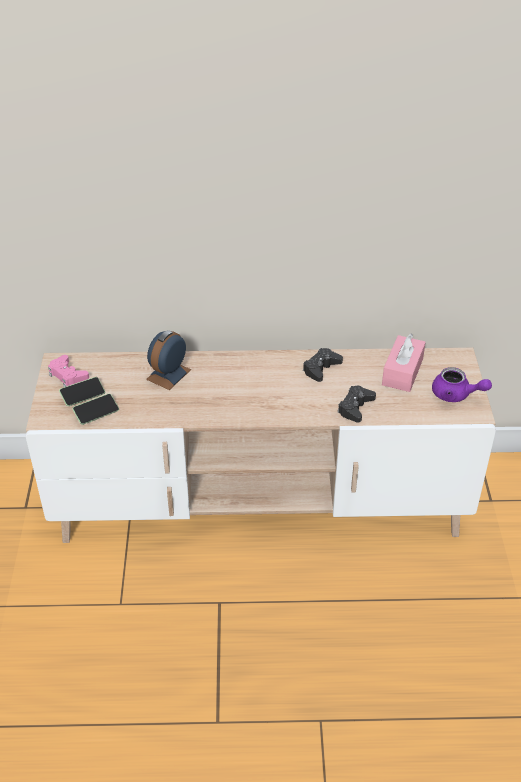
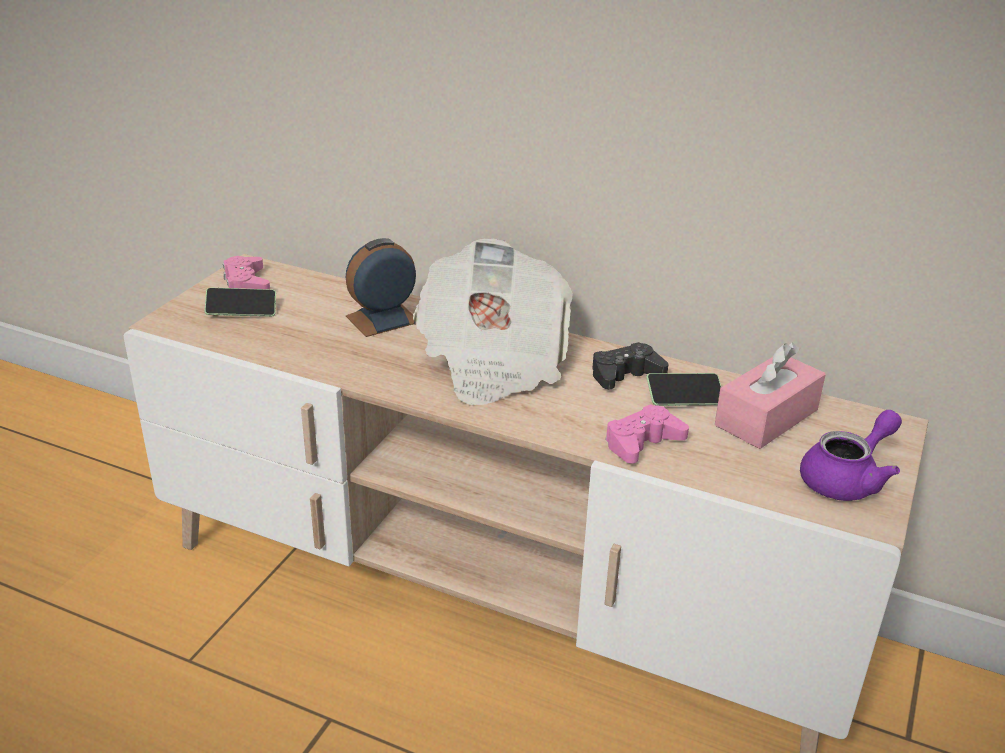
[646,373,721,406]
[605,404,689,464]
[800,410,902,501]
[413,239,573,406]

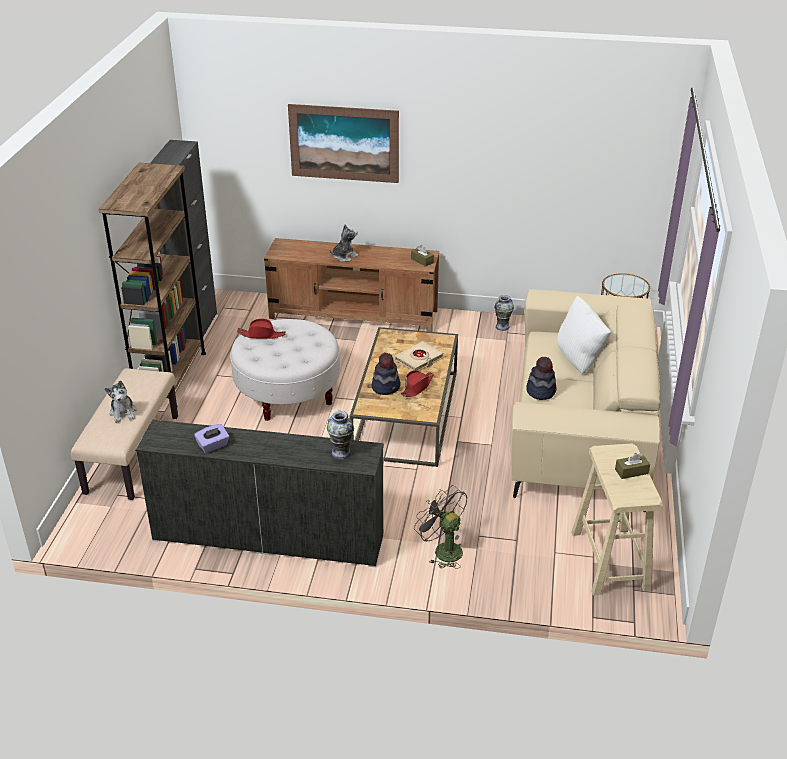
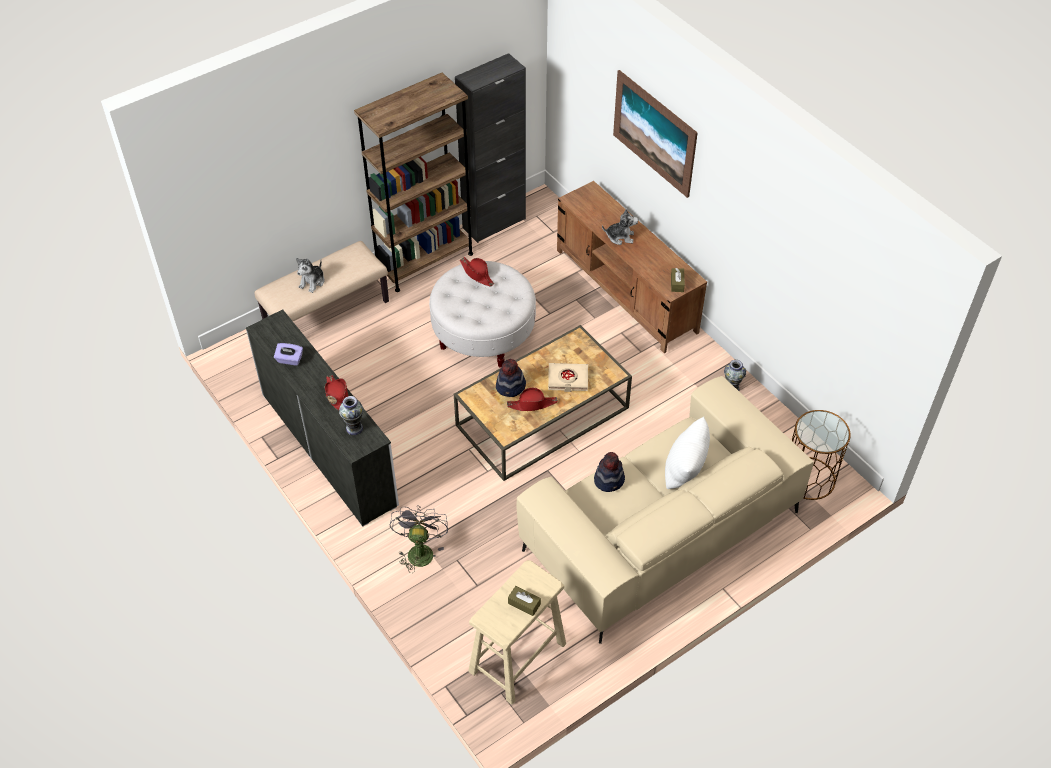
[325,375,348,411]

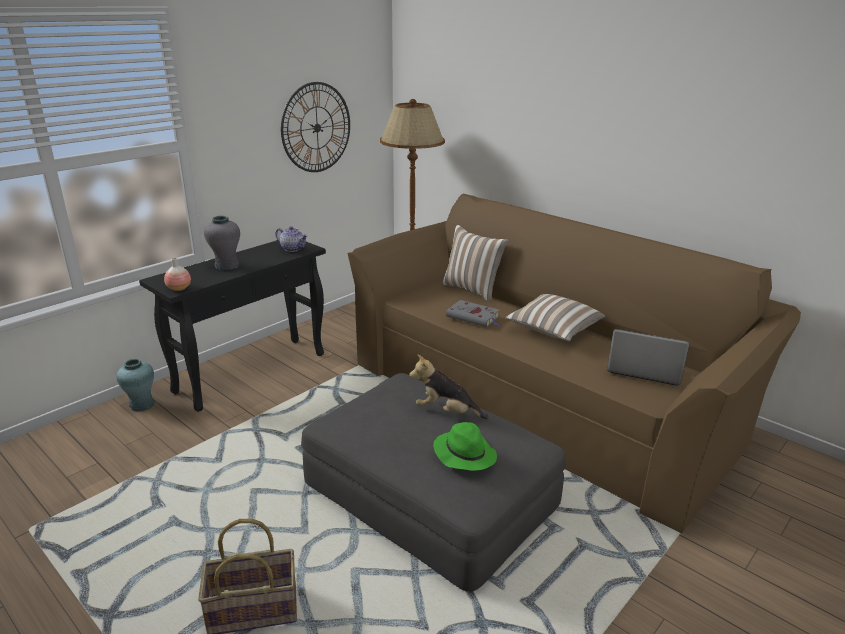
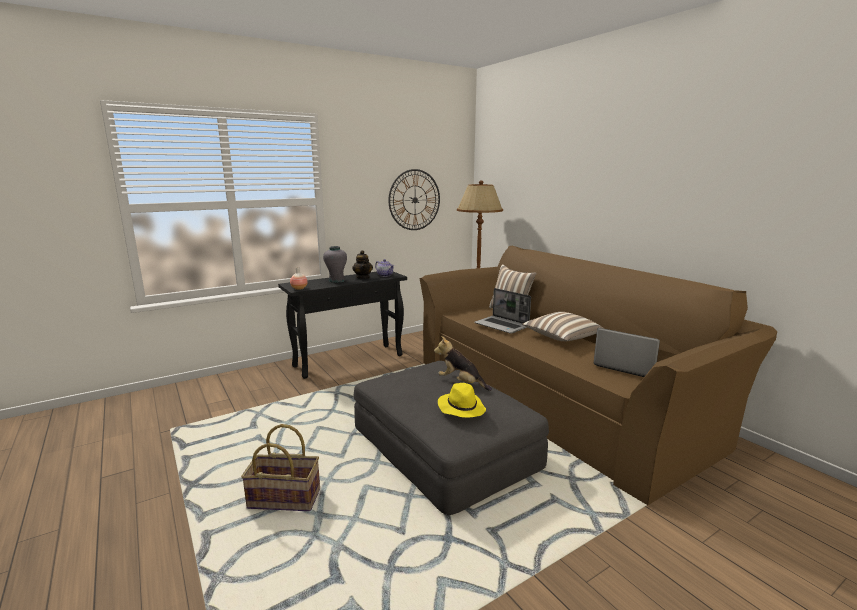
[116,359,154,411] (first image)
[438,383,486,418]
[474,288,531,334]
[352,250,373,279]

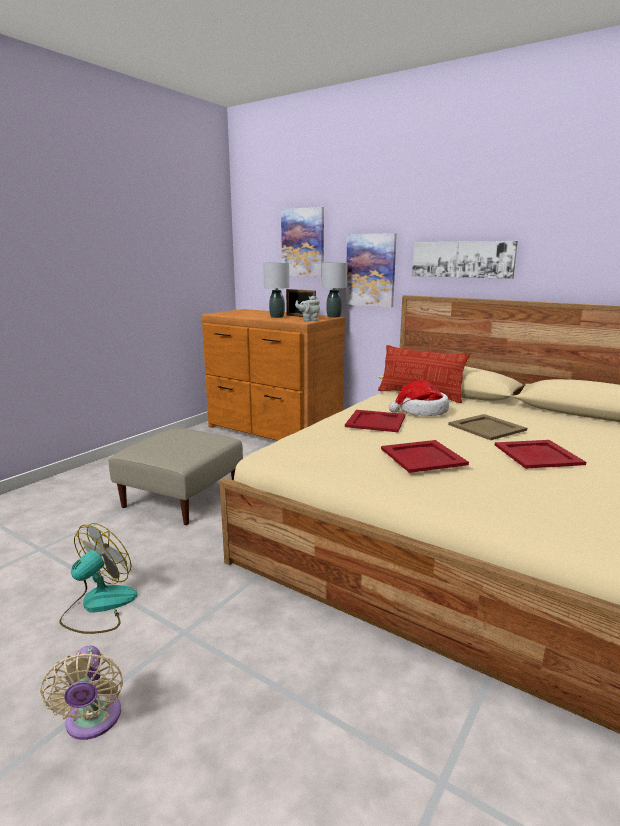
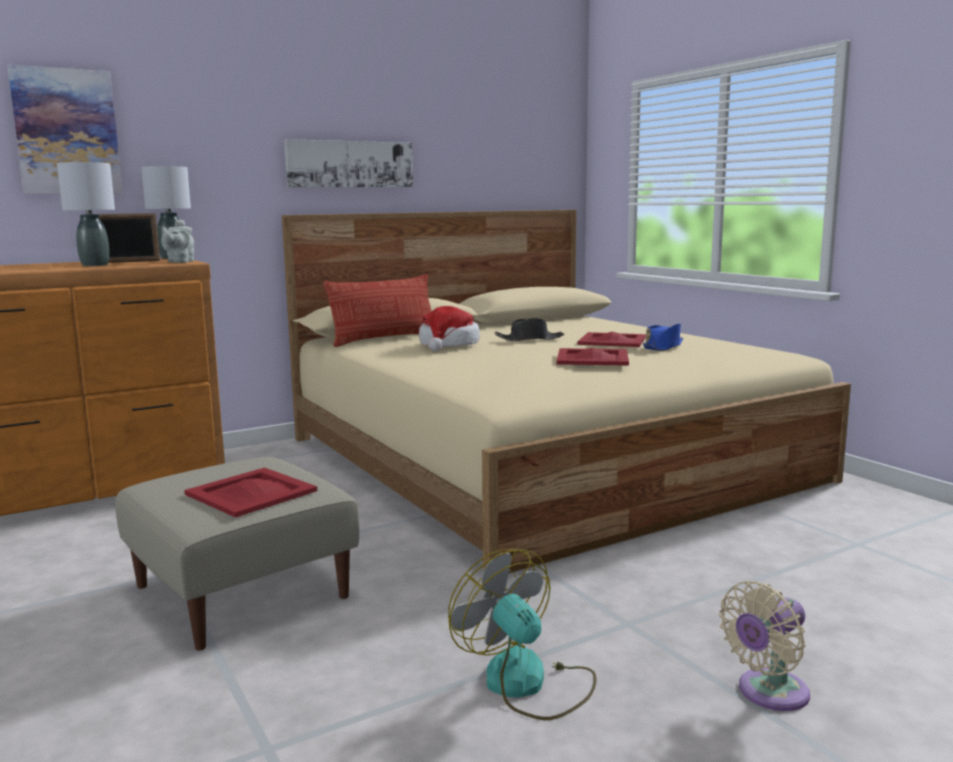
[719,581,810,711]
[184,468,317,518]
[346,233,397,307] (first image)
[495,318,564,341]
[643,324,683,351]

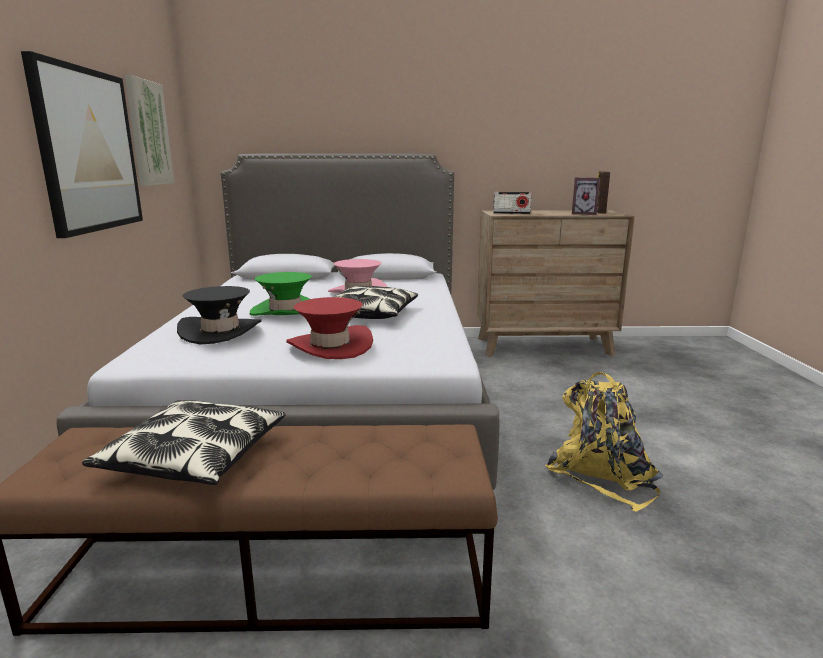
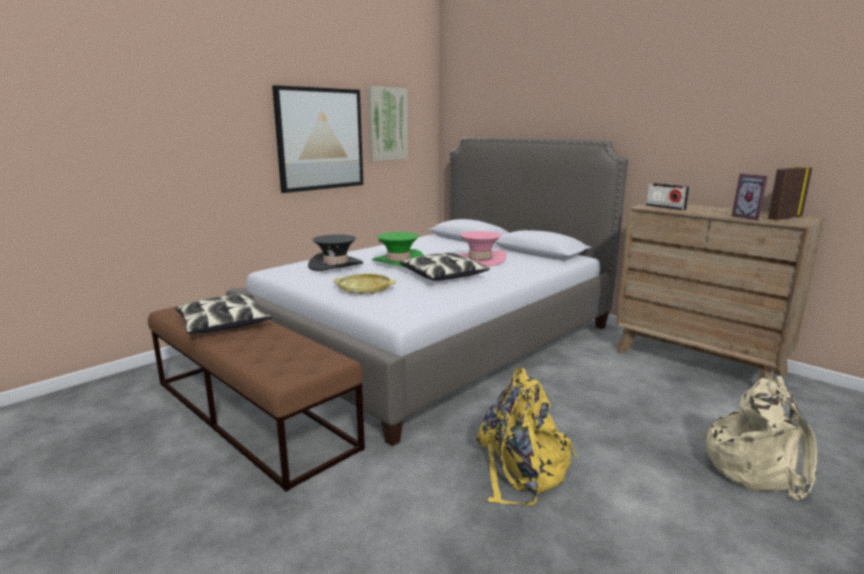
[333,274,396,295]
[700,376,817,501]

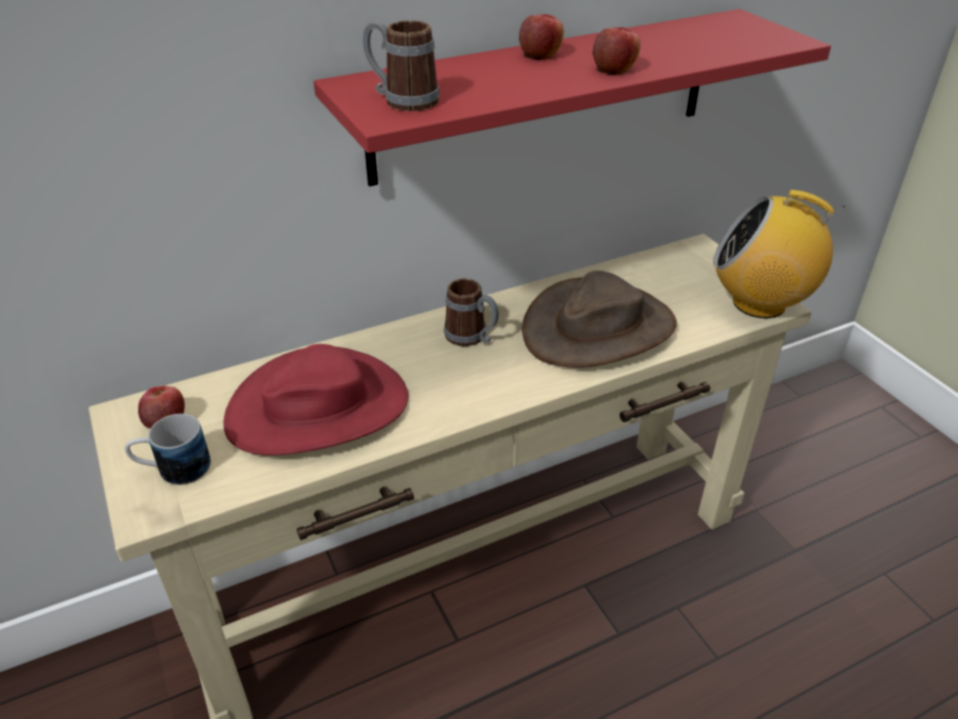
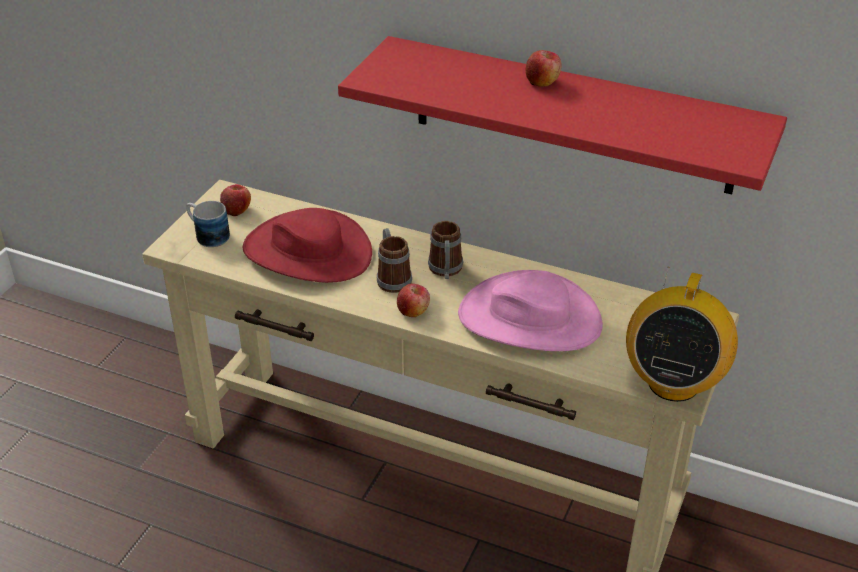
[377,228,412,293]
[458,270,603,351]
[397,283,430,317]
[626,267,738,402]

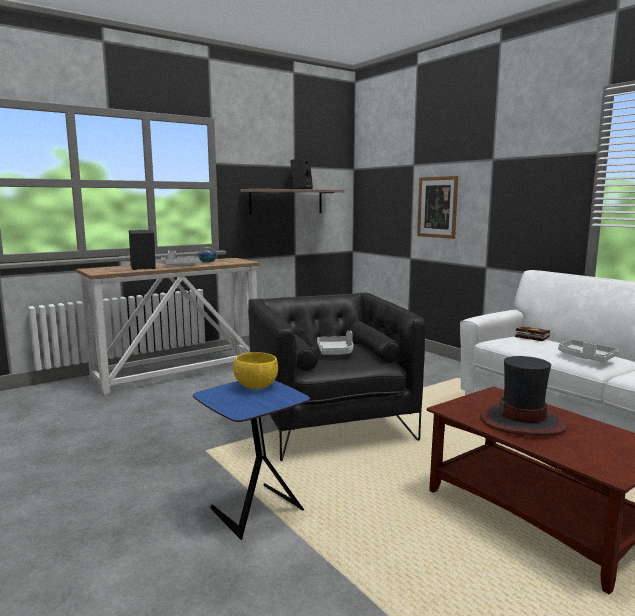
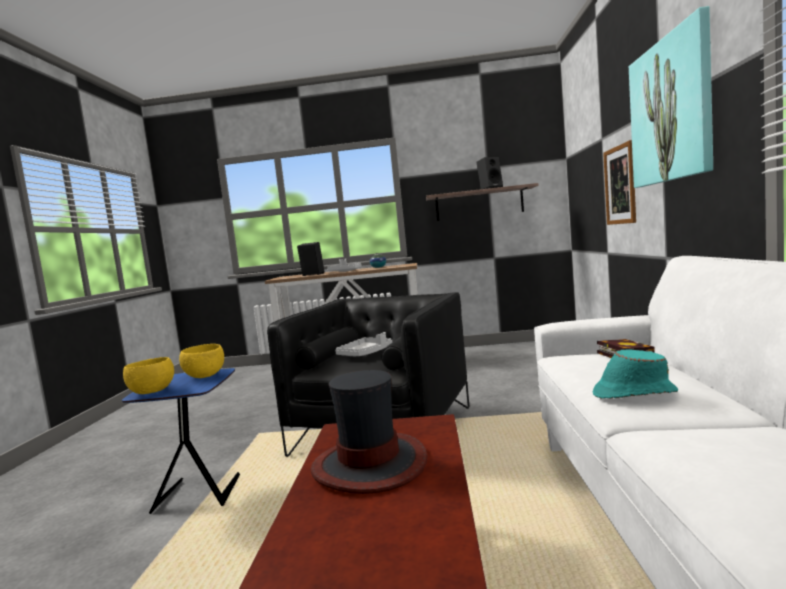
[593,350,678,399]
[123,357,174,394]
[629,6,713,188]

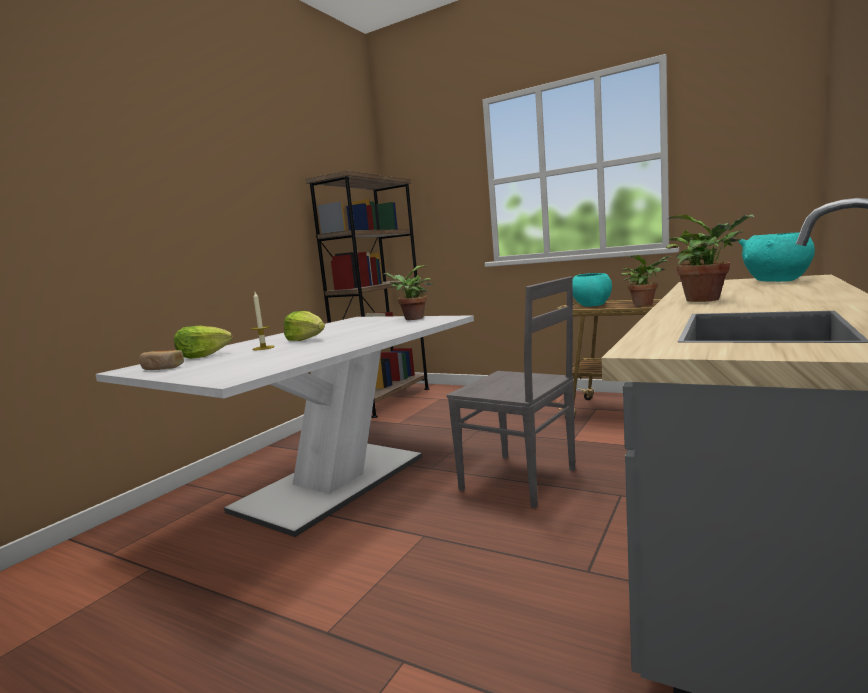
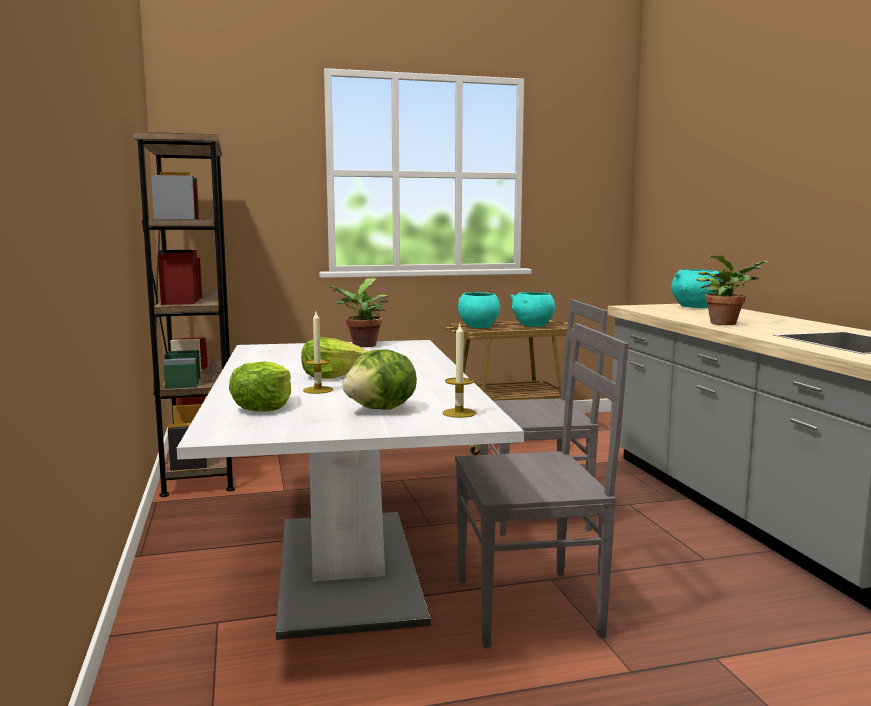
[139,350,184,370] (first image)
[510,292,555,327]
[342,349,417,409]
[442,324,476,418]
[455,323,629,648]

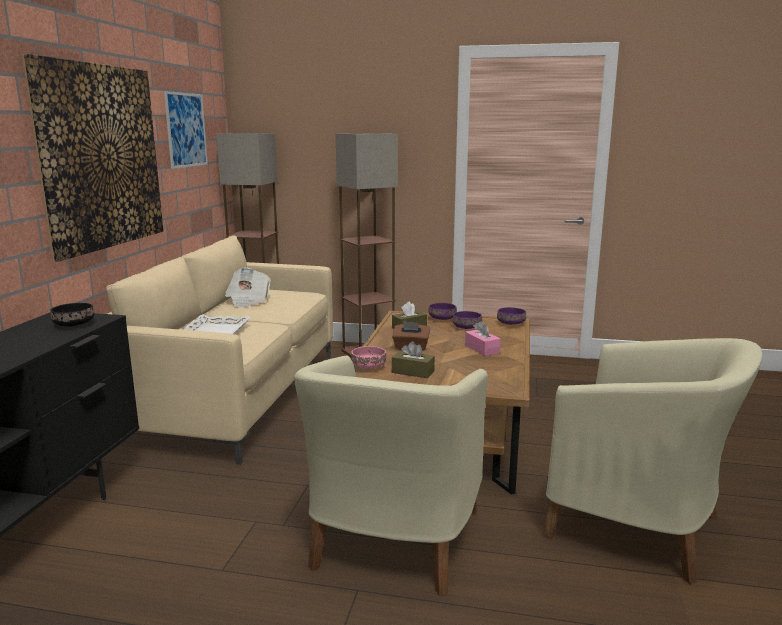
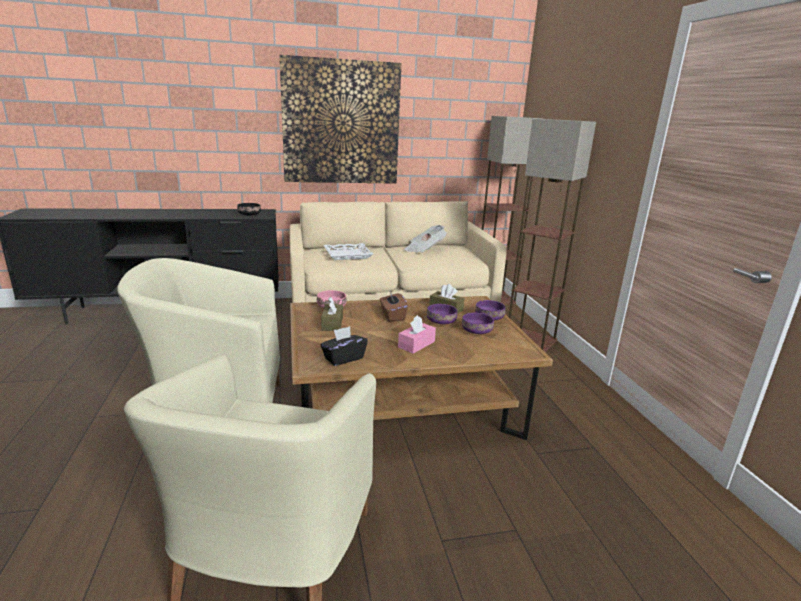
[164,91,208,169] (first image)
[427,304,457,324]
[320,326,368,366]

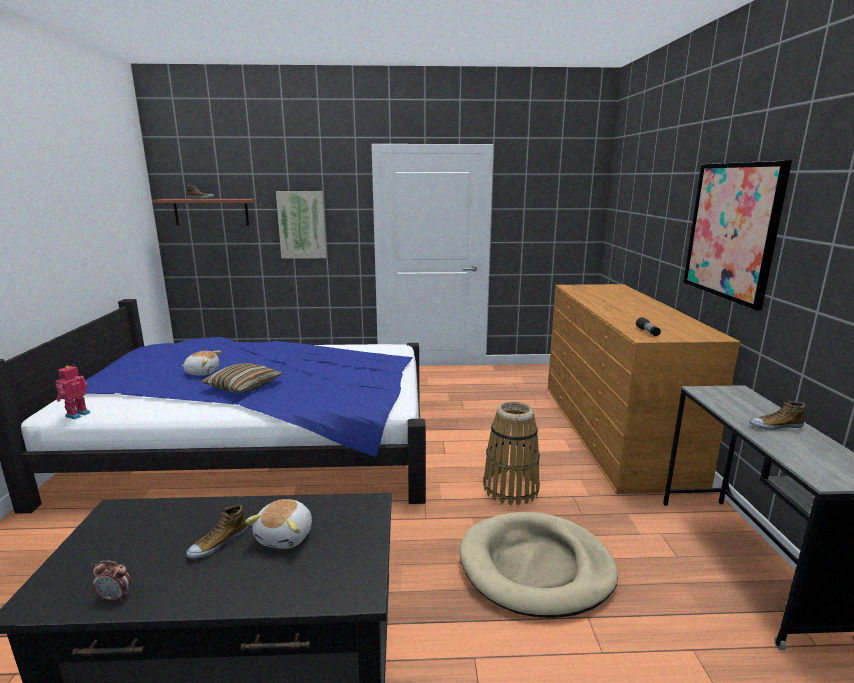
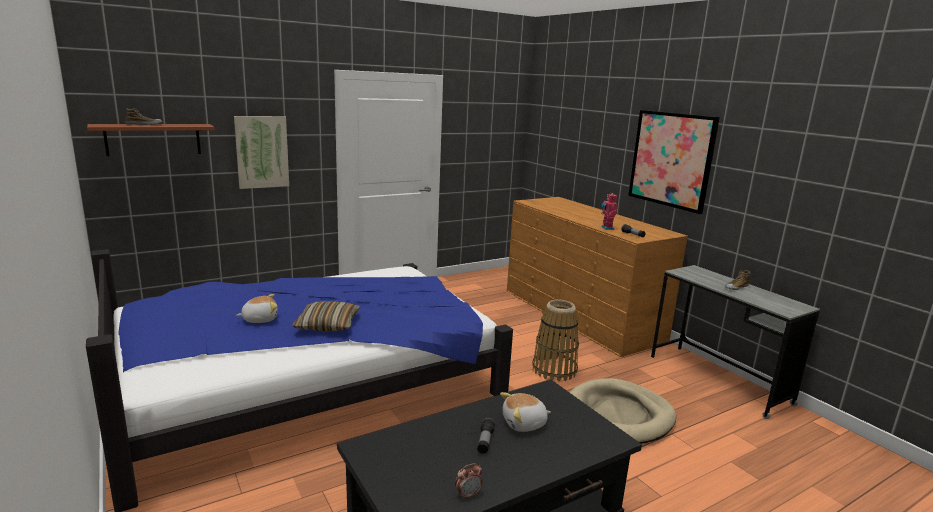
[601,193,618,230]
[477,418,495,454]
[500,392,551,432]

